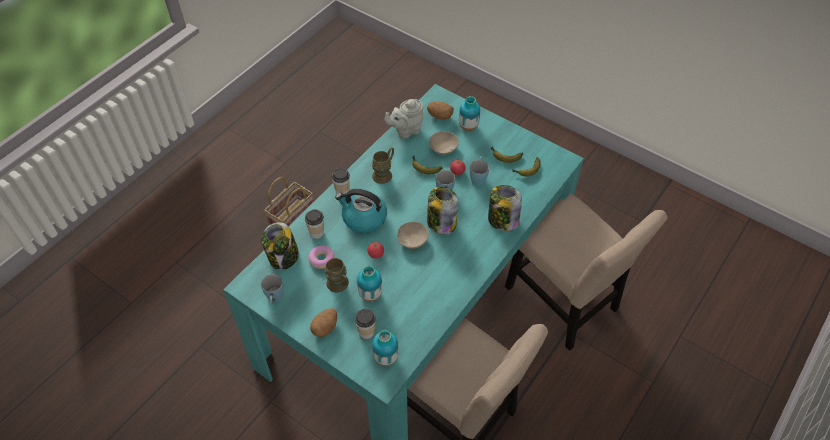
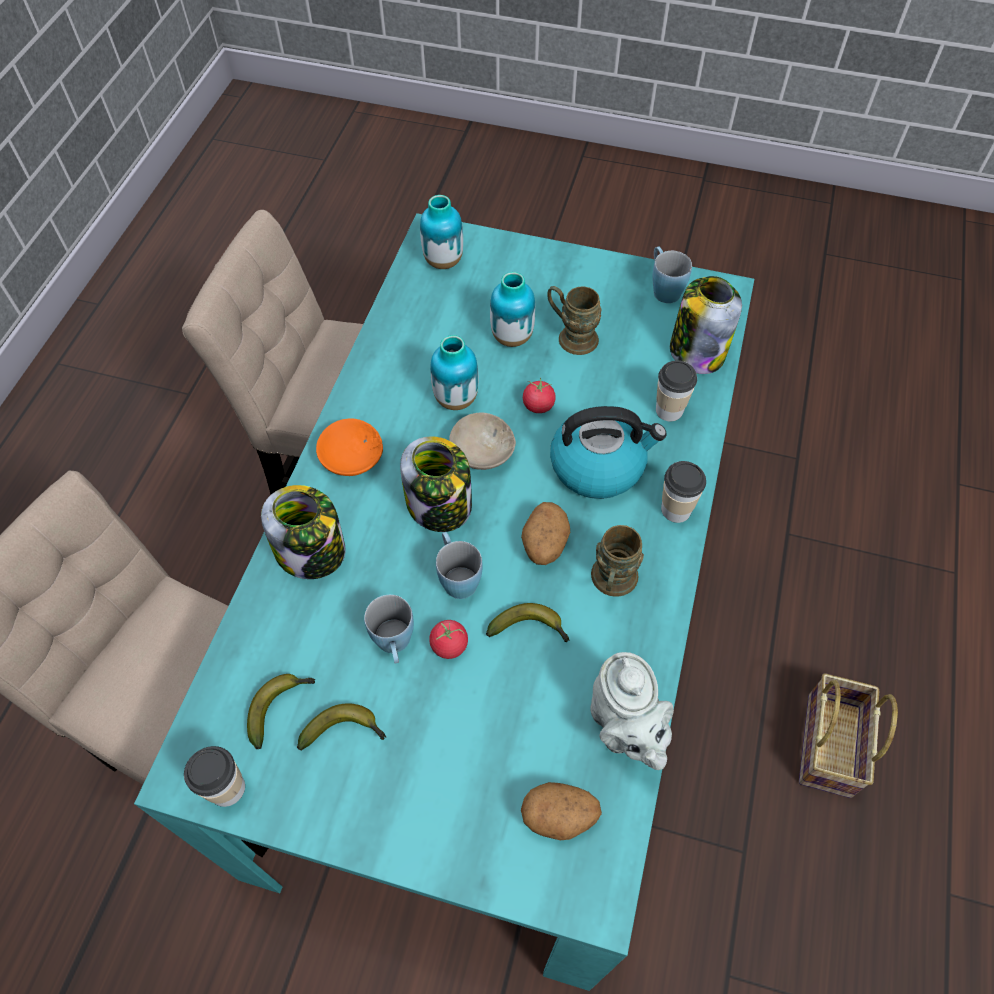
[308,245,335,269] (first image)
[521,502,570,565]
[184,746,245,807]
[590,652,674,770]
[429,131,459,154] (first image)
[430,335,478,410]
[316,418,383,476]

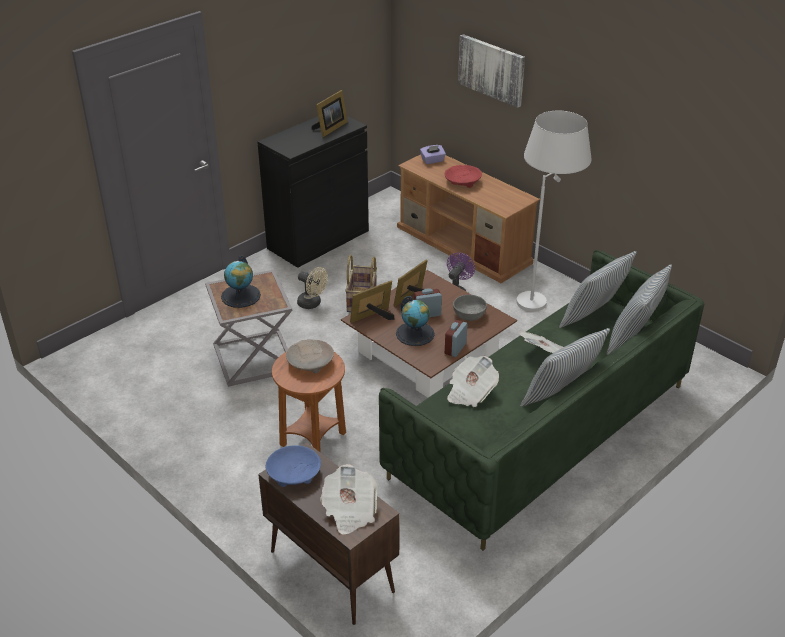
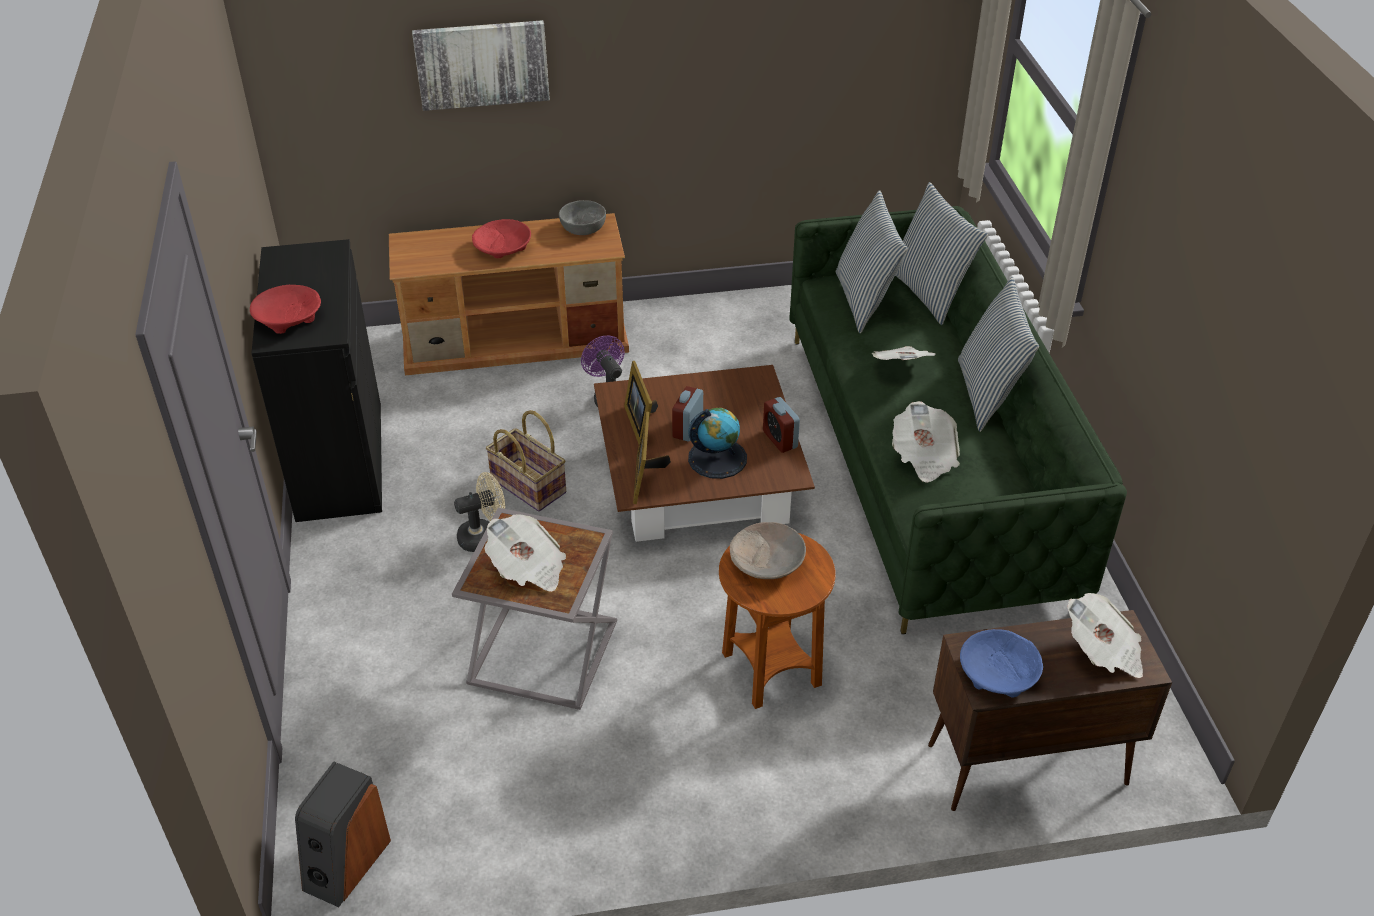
[484,514,566,592]
[311,90,348,137] (first image)
[420,145,446,164] (first image)
[559,200,606,235]
[516,111,592,312] (first image)
[250,285,321,334]
[295,761,391,907]

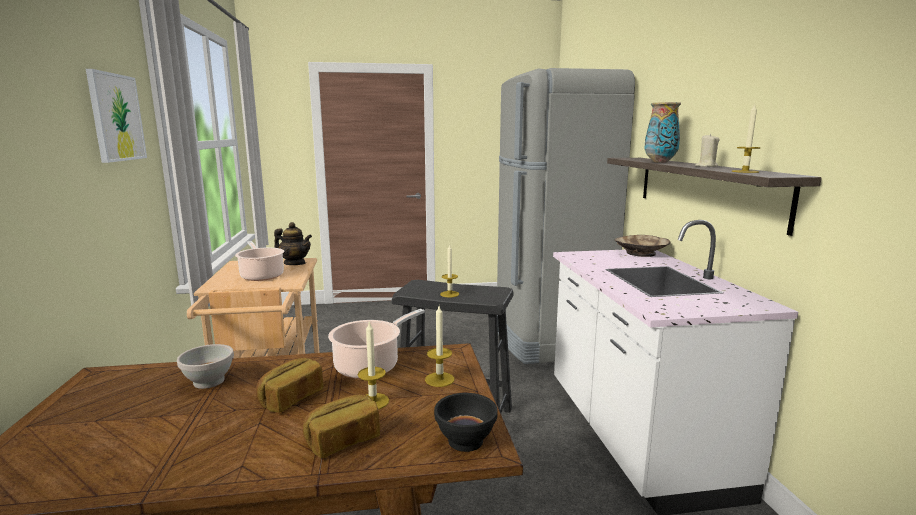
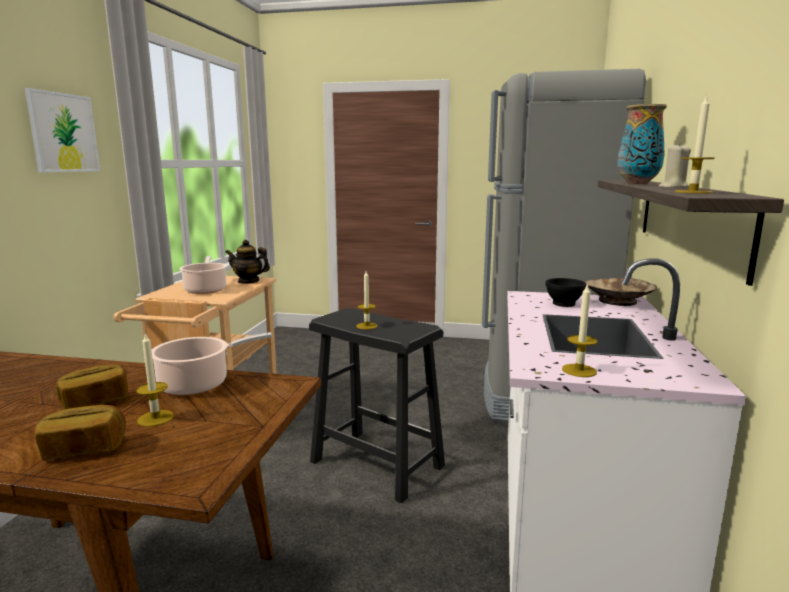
[177,344,234,389] (first image)
[226,240,270,284]
[562,283,597,377]
[545,278,586,307]

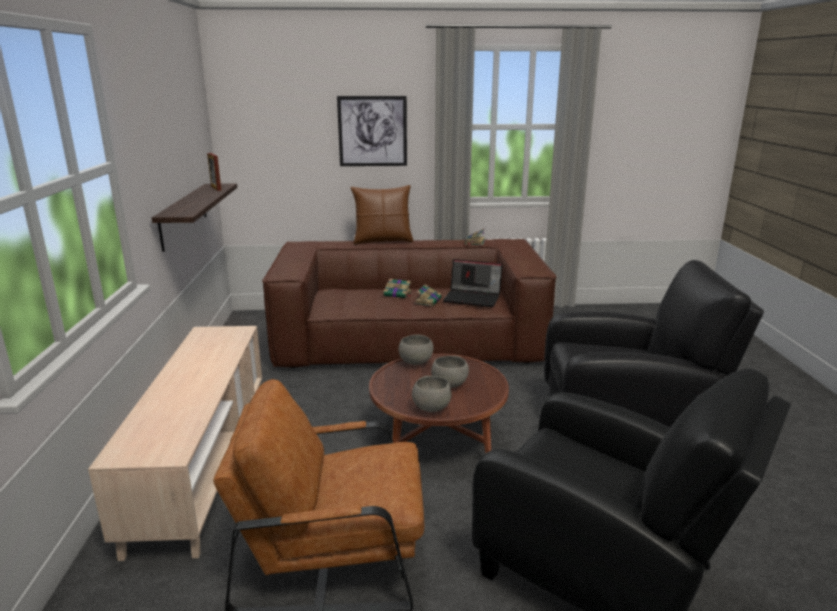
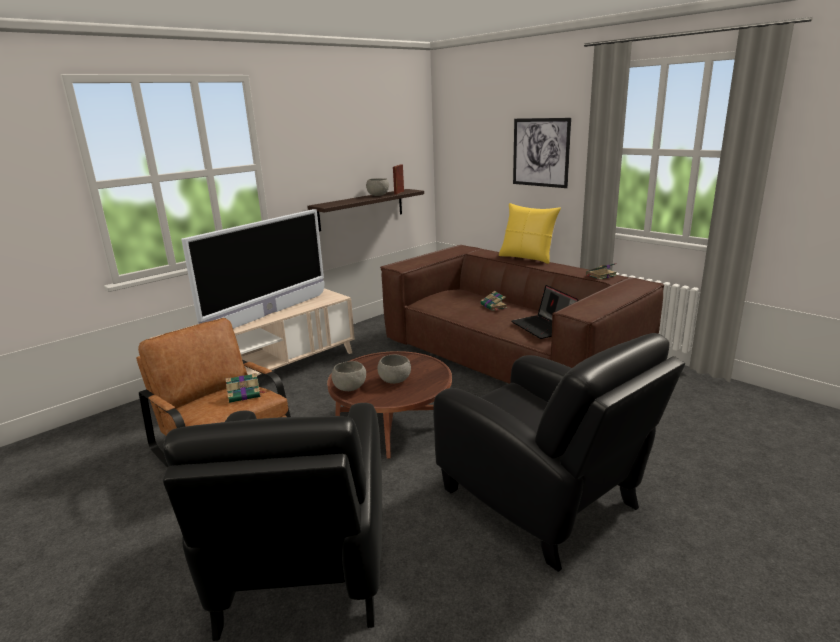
[499,203,561,264]
[366,178,389,196]
[225,373,266,403]
[181,209,325,329]

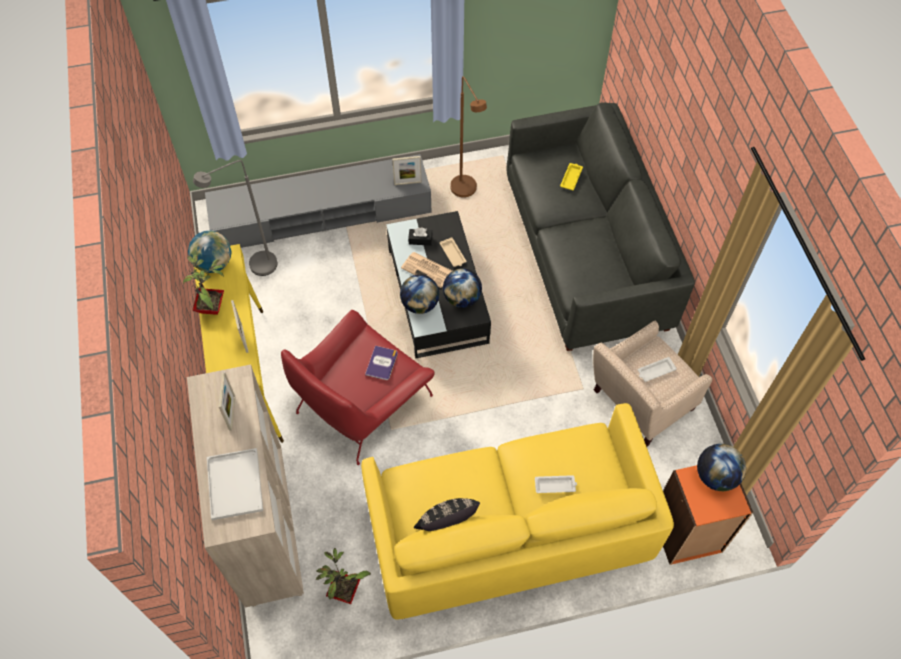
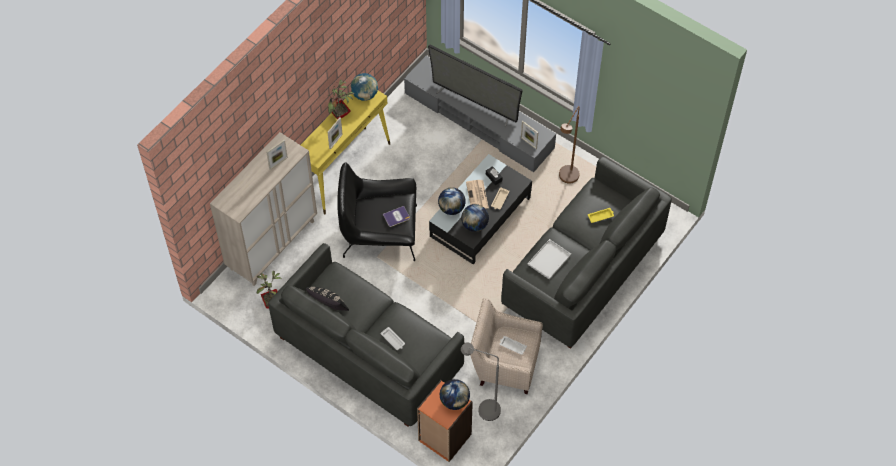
[461,342,501,421]
[527,239,571,280]
[338,162,417,261]
[268,243,464,427]
[428,44,523,127]

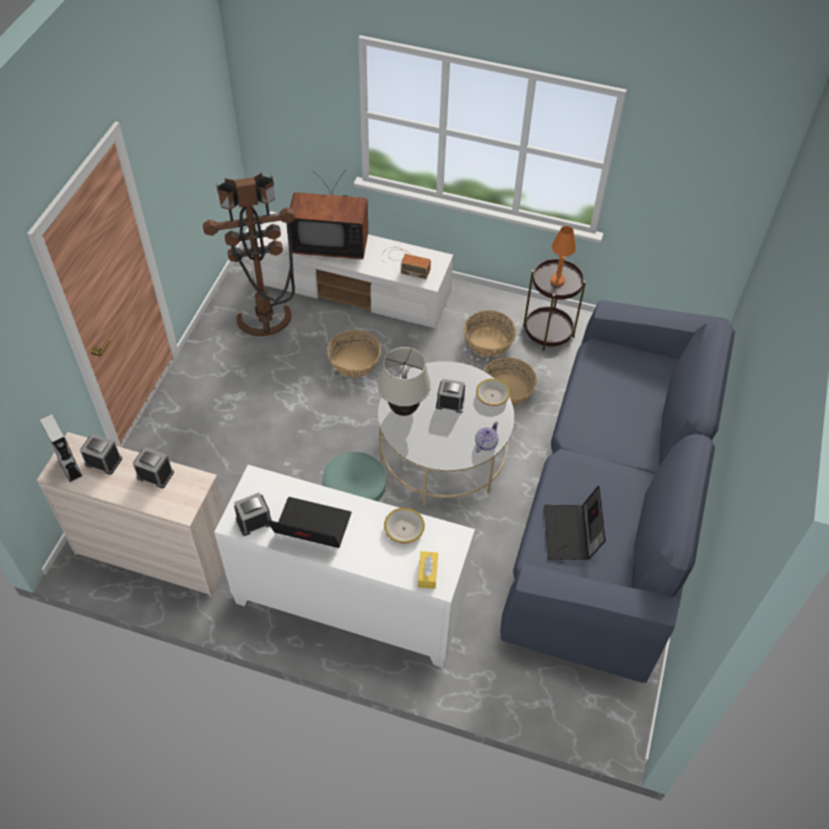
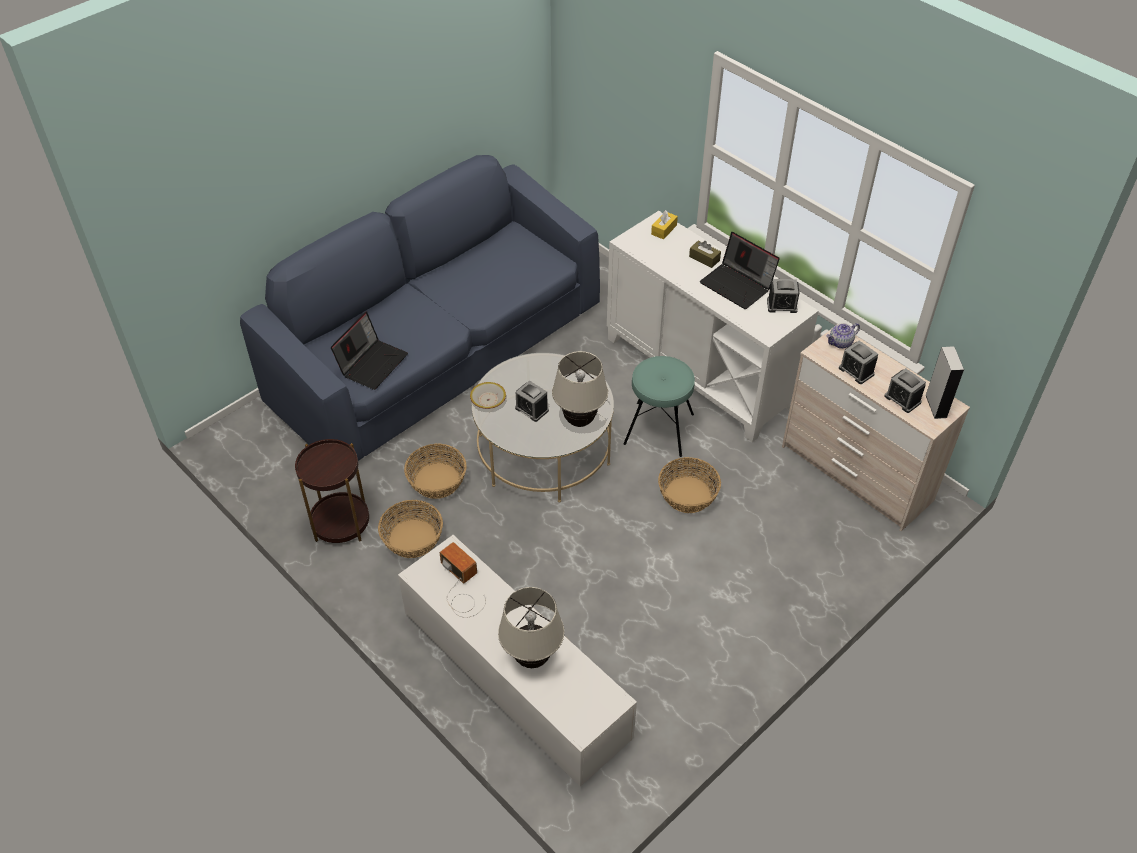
[203,173,295,336] (first image)
[498,587,564,668]
[658,457,721,513]
[384,508,425,543] (first image)
[826,323,860,349]
[331,312,408,390]
[551,226,576,286] (first image)
[689,241,721,268]

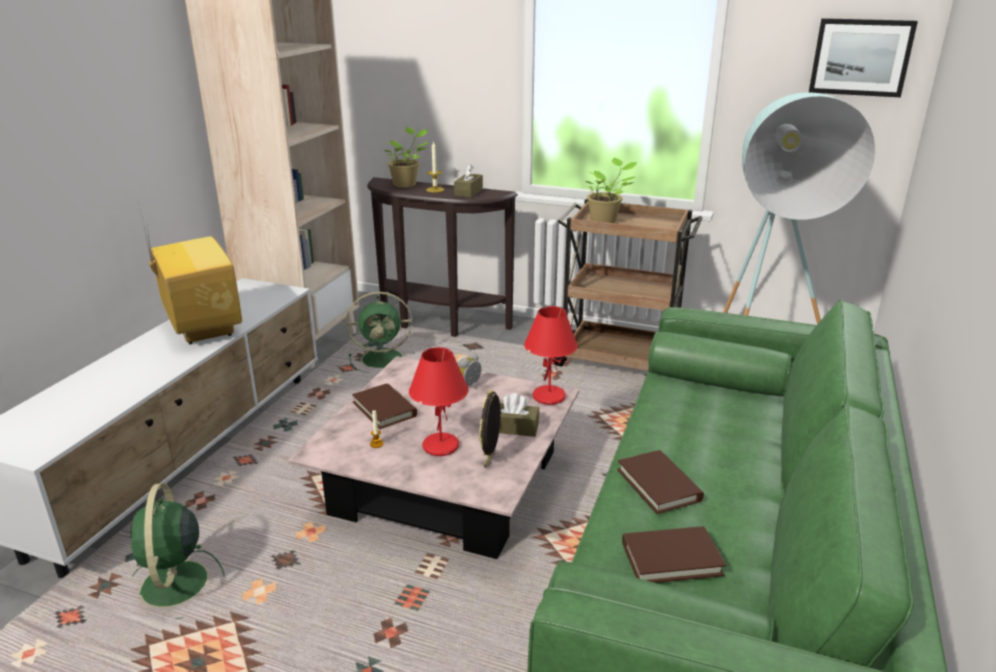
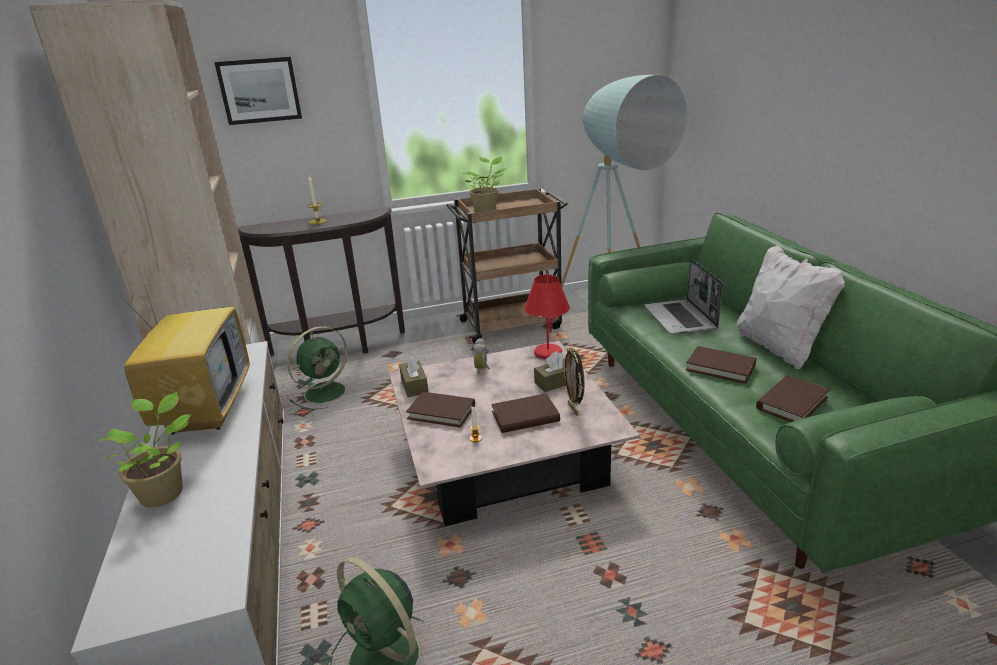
[118,266,250,435]
[97,392,191,507]
[491,393,560,433]
[399,355,428,397]
[214,57,302,125]
[644,258,723,335]
[737,244,845,369]

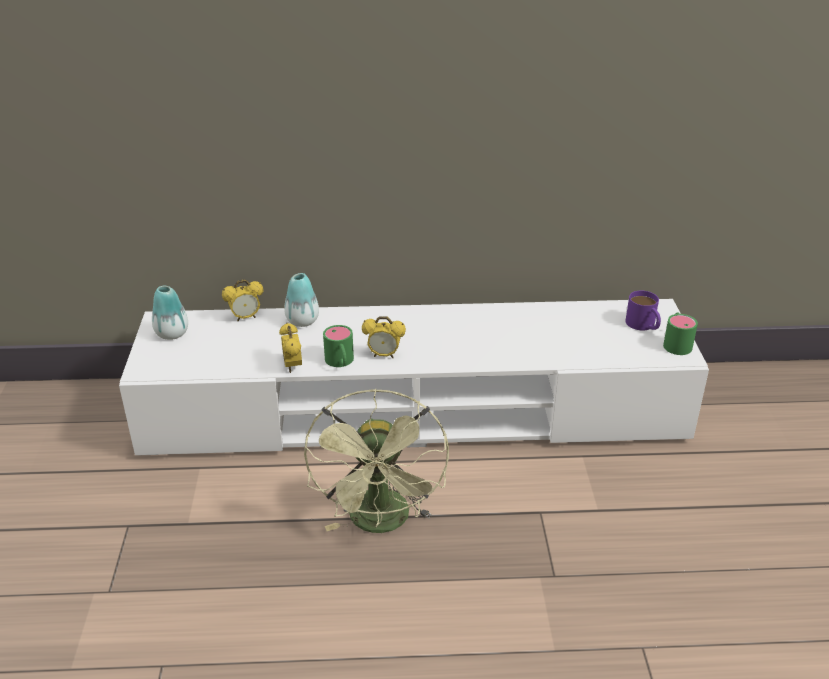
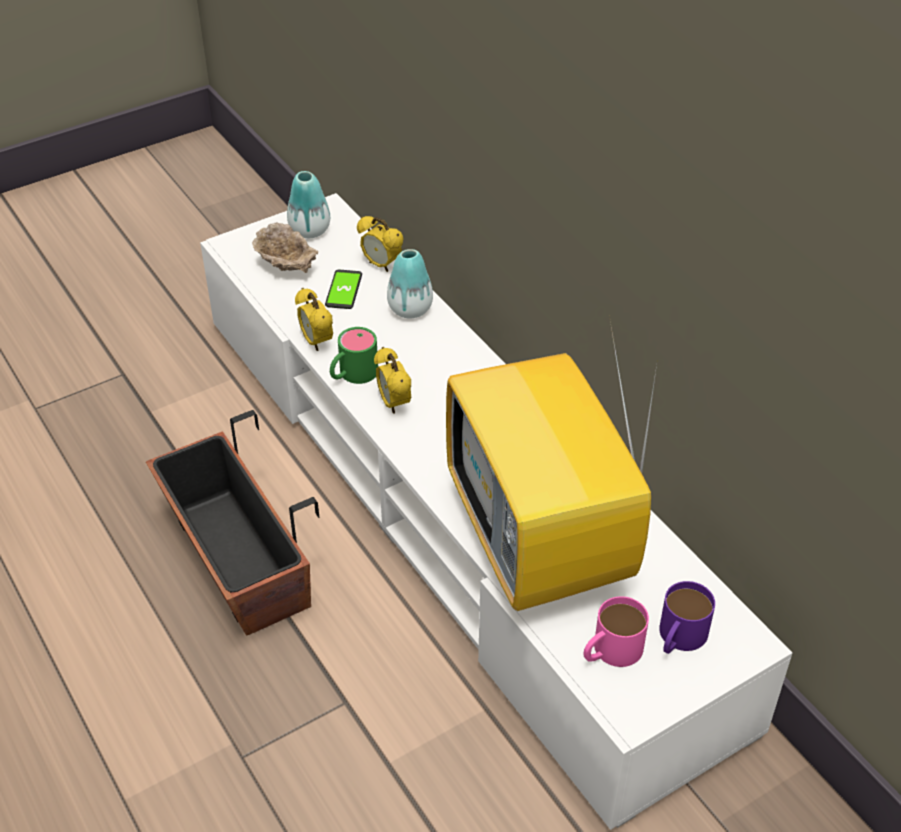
[295,288,333,351]
[146,410,319,636]
[663,312,698,355] (first image)
[252,223,318,273]
[325,270,362,309]
[446,321,657,611]
[584,596,649,667]

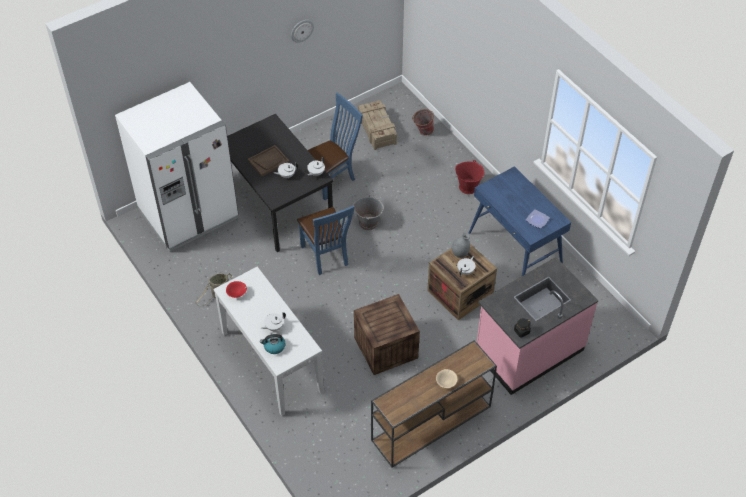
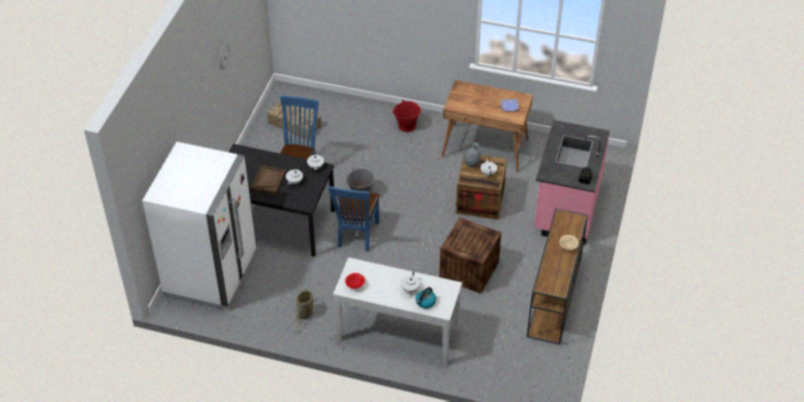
[328,186,380,252]
[412,109,434,136] (first image)
[442,80,533,172]

